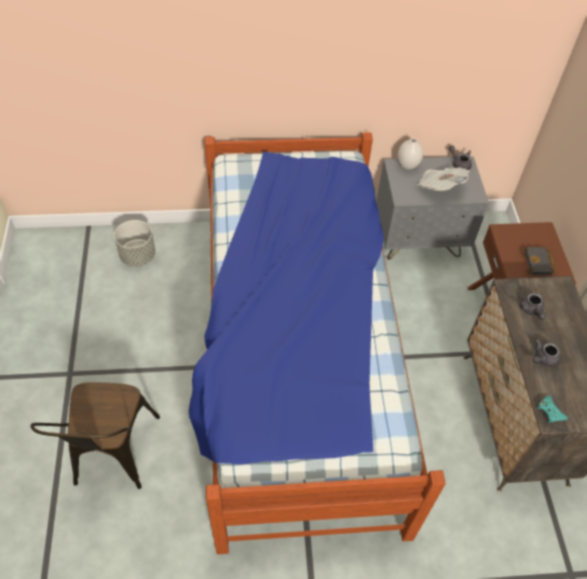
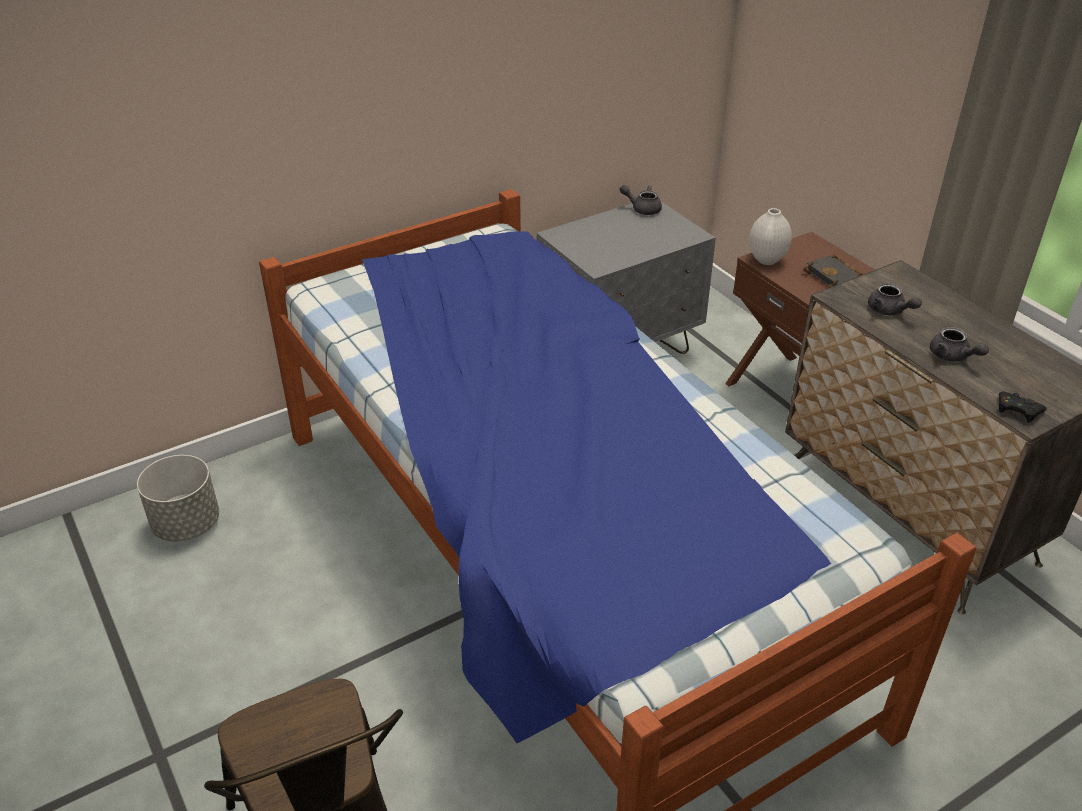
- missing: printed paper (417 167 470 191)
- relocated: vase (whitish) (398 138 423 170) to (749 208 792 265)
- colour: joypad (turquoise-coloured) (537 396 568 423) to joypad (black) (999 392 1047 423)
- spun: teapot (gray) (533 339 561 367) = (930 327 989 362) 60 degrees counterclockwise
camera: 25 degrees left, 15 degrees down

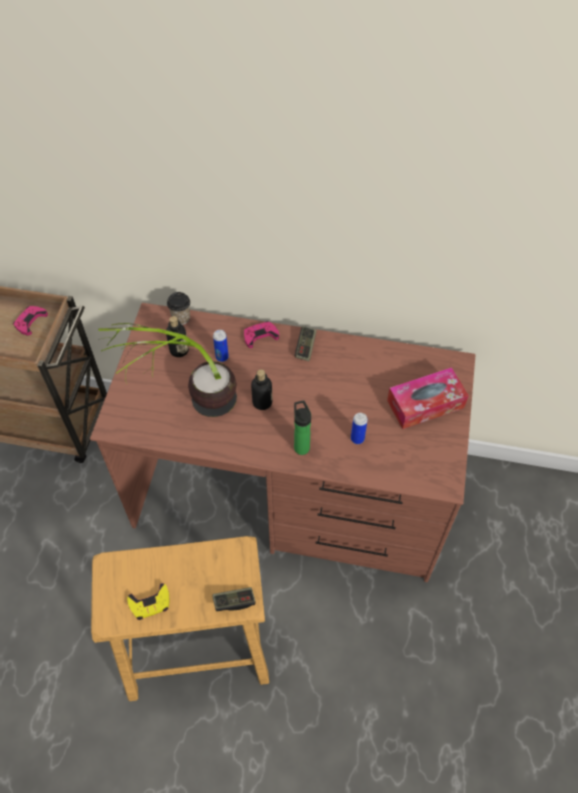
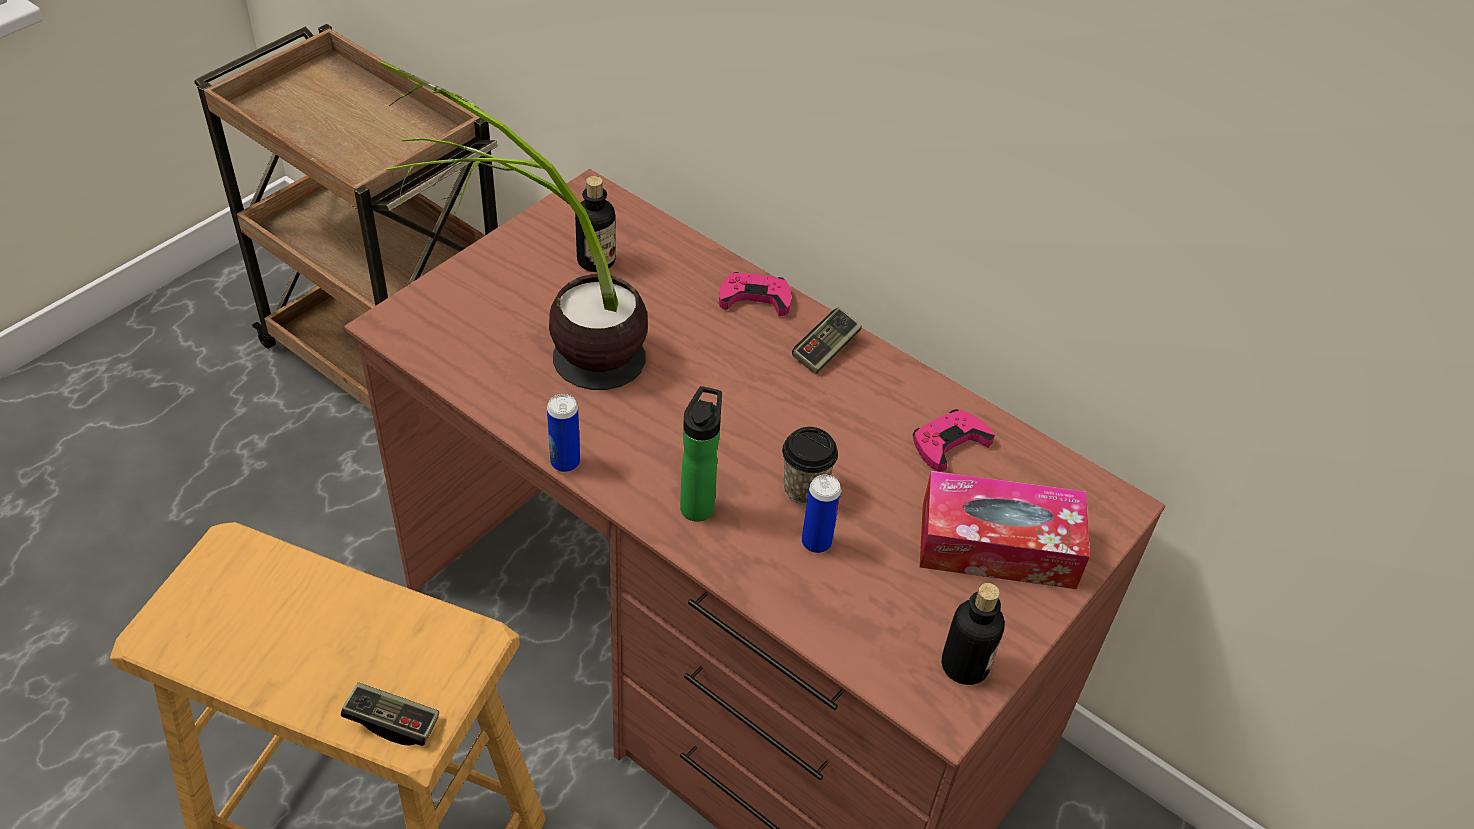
- missing: joypad (yellowish) (127 583 169 620)
- relocated: joypad (pink-coloured) (13 306 48 336) to (913 409 995 471)
- relocated: drinking cup (167 292 190 325) to (782 427 838 505)
- relocated: metal can (213 330 229 362) to (547 394 580 472)
- relocated: drink bottle (251 369 273 410) to (942 583 1005 685)
camera: 25 degrees right, 10 degrees down

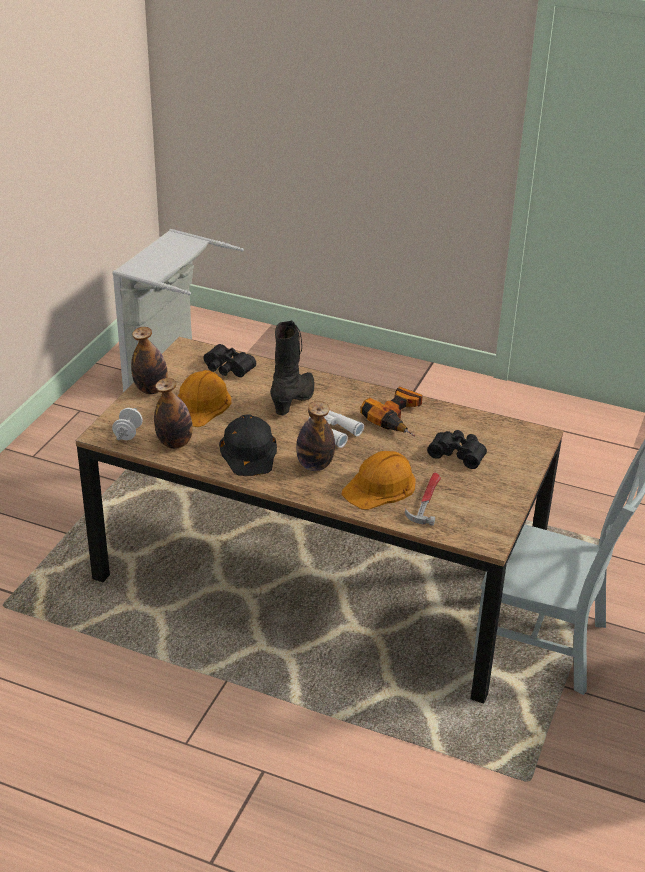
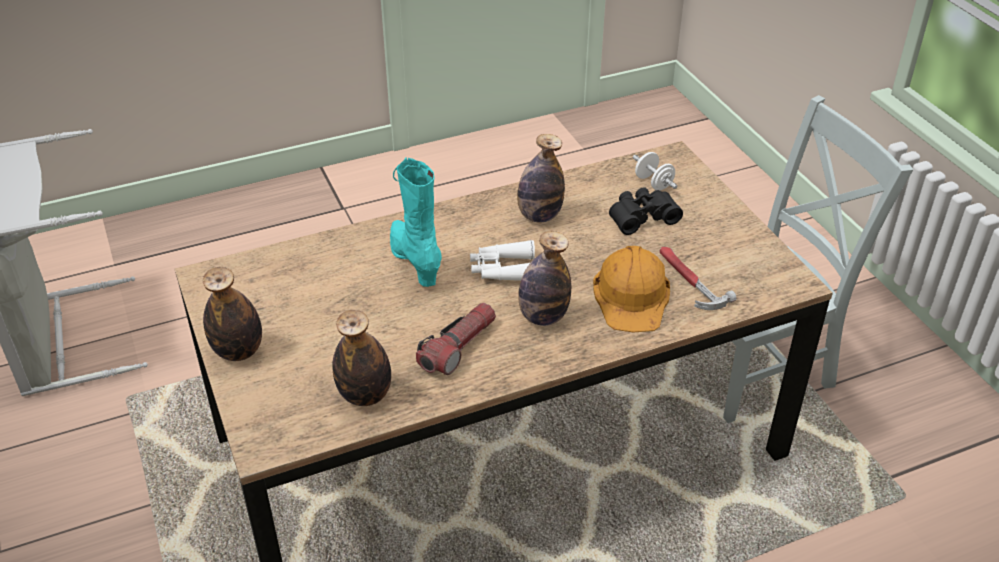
- missing: safety helmet (orange-coloured) (178 370 231 427)
- missing: field glasses (black) (203 344 256 377)
- relocated: hand weight (whitish) (112 408 143 440) to (633 152 677 190)
- exchanged: safety helmet (black) (219 414 277 476) to flashlight (416 303 496 375)
- exchanged: drill (360 386 422 436) to drink bottle (517 134 565 222)
- colour: high-top boot (black) (270 320 314 416) to high-top boot (turquoise-coloured) (390 157 442 287)
camera: 45 degrees left, 5 degrees up

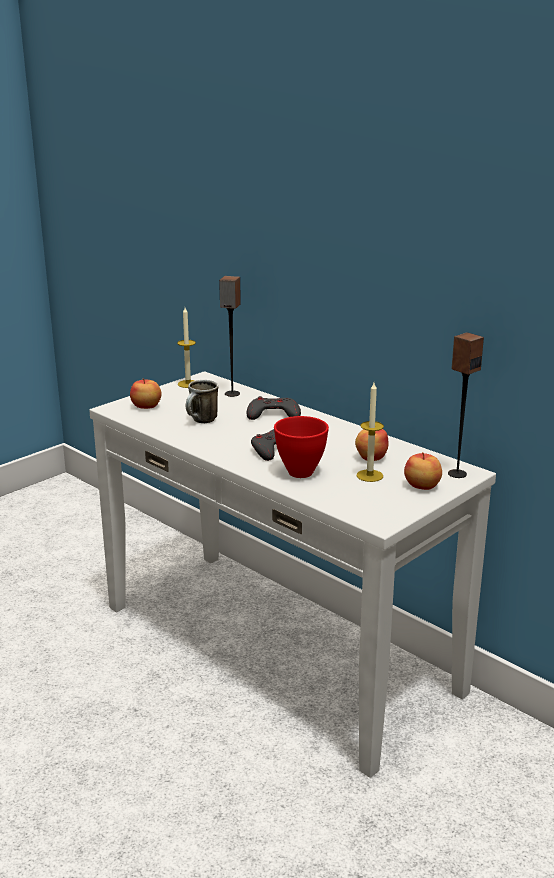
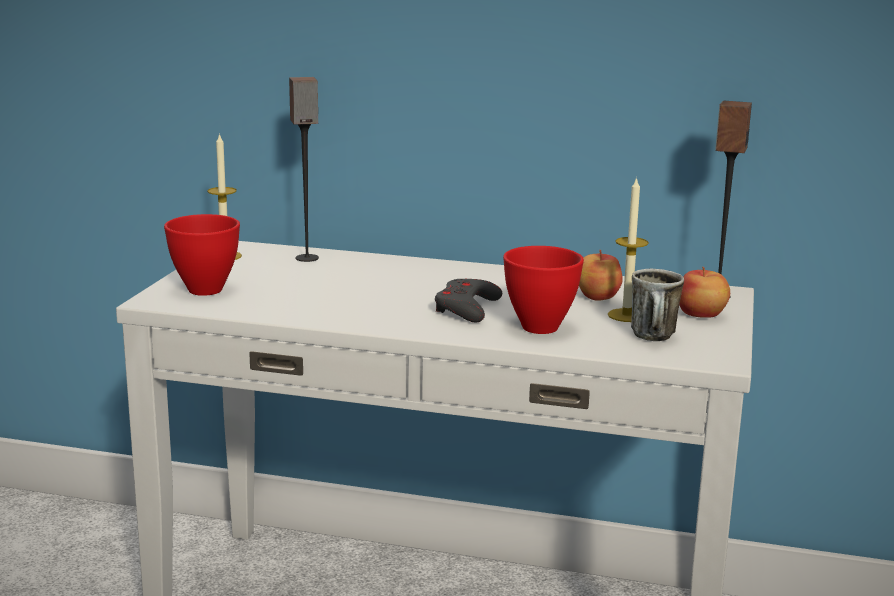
- missing: joypad (gray) (247 396 301 420)
- relocated: coffee mug (186 380 218 423) to (631 269 684 341)
- exchanged: whole apple (130 378 162 409) to deep dish (red-coloured) (164 214 240 296)
camera: 30 degrees left, 5 degrees down

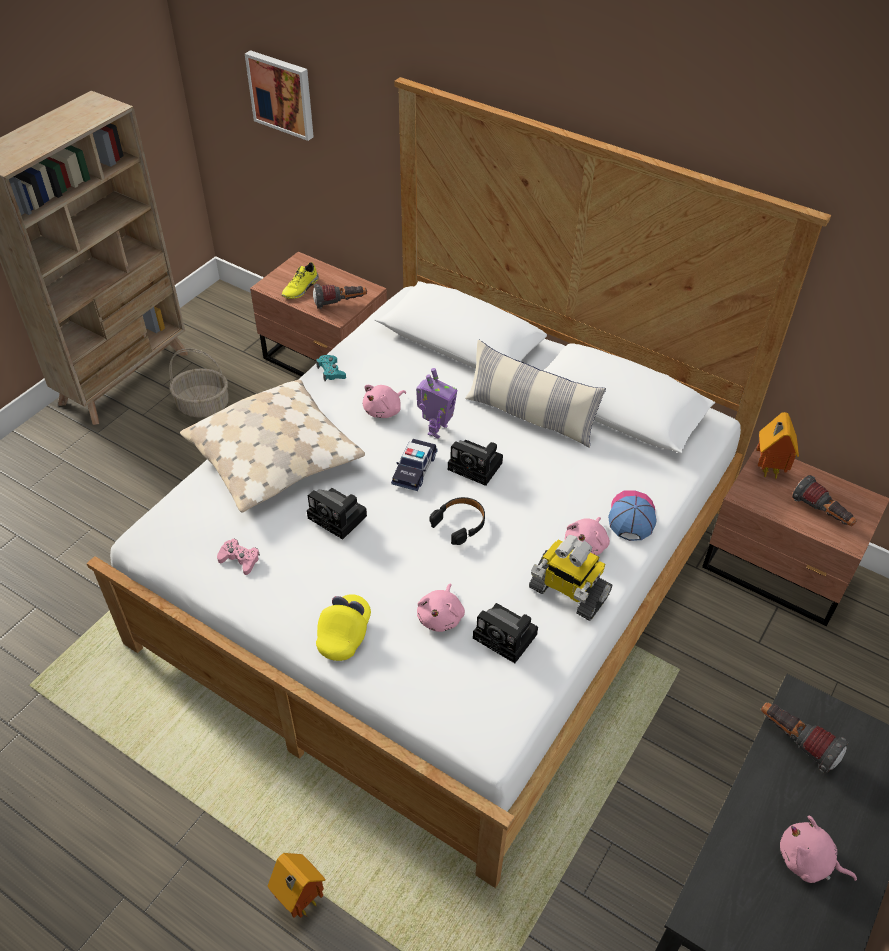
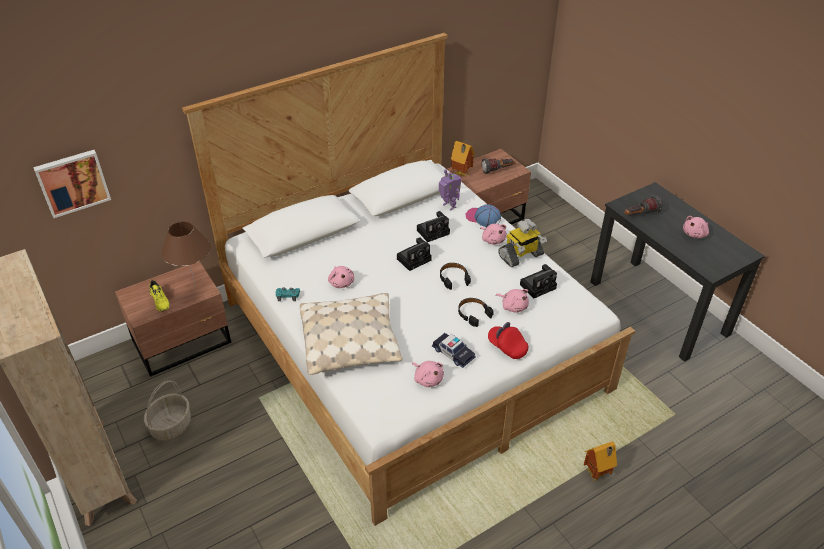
- missing: cushion (465 339 606 448)
- appeared: headset (black) (458 298 494 327)
- relocated: still camera (307 488 367 540) to (417 211 450 242)
- relocated: miniature car (391 439 438 491) to (432 333 475 368)
- relocated: model robot (416 368 457 439) to (439 169 462 210)
- exchanged: joypad (pink-coloured) (217 539 260 575) to cuddly toy (pink-coloured) (412 361 444 387)
- exchanged: flashlight (313 284 367 309) to tabletop lamp (brownish) (161 221 211 286)
- colour: cap (yellowish) (316 594 371 661) to cap (red-coloured) (488 322 528 359)
camera: 65 degrees left, 5 degrees down

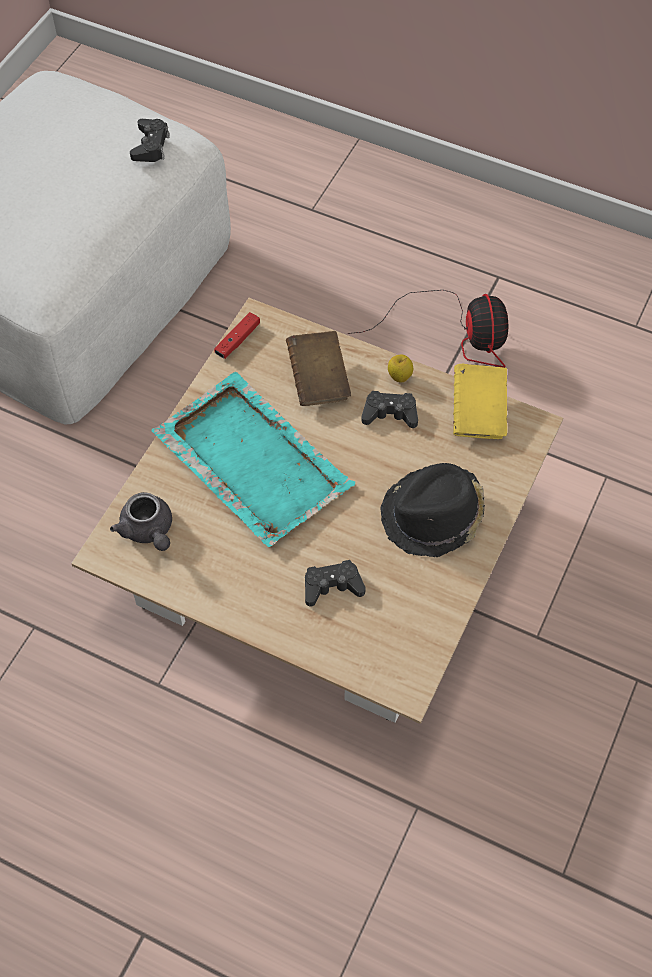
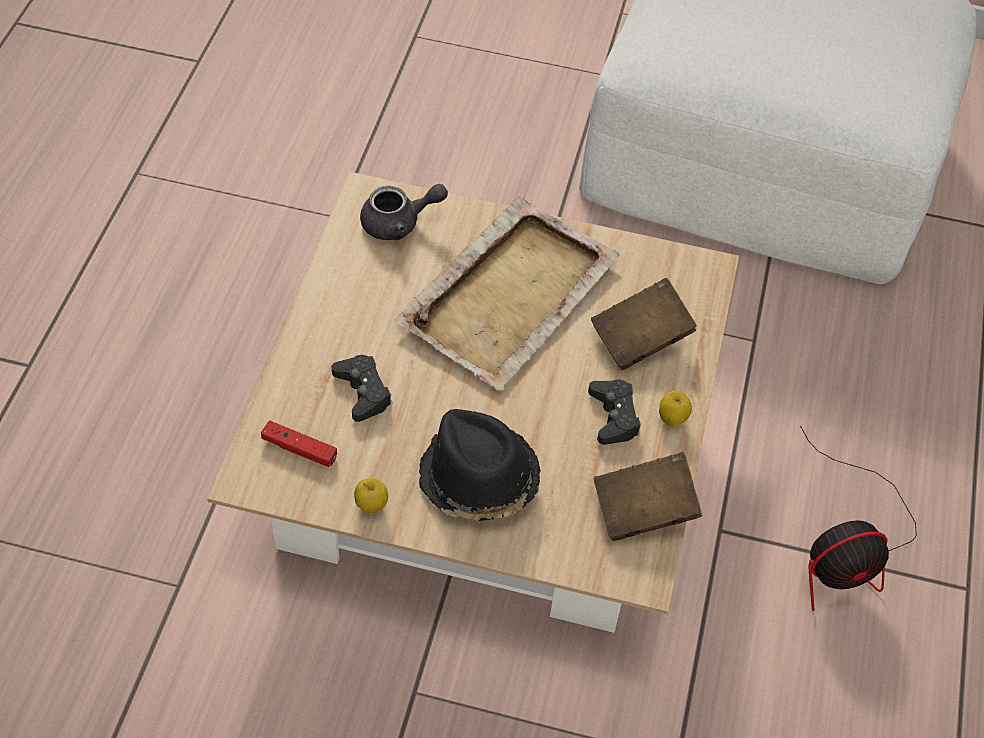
- missing: joypad (black) (130 119 170 162)
- appeared: whole apple (354 478 388 513)
- relocated: joypad (red-coloured) (214 312 260 359) to (261 421 337 467)
- colour: tray (turquoise-coloured) (151 372 355 547) to tray (beige-coloured) (394 196 620 391)
- colour: volume (yellowish) (453 364 507 439) to volume (brownish) (594 452 702 541)
- spun: teapot (gray) (110 492 172 551) = (360 184 448 240) 150 degrees counterclockwise
camera: 75 degrees right, 5 degrees down

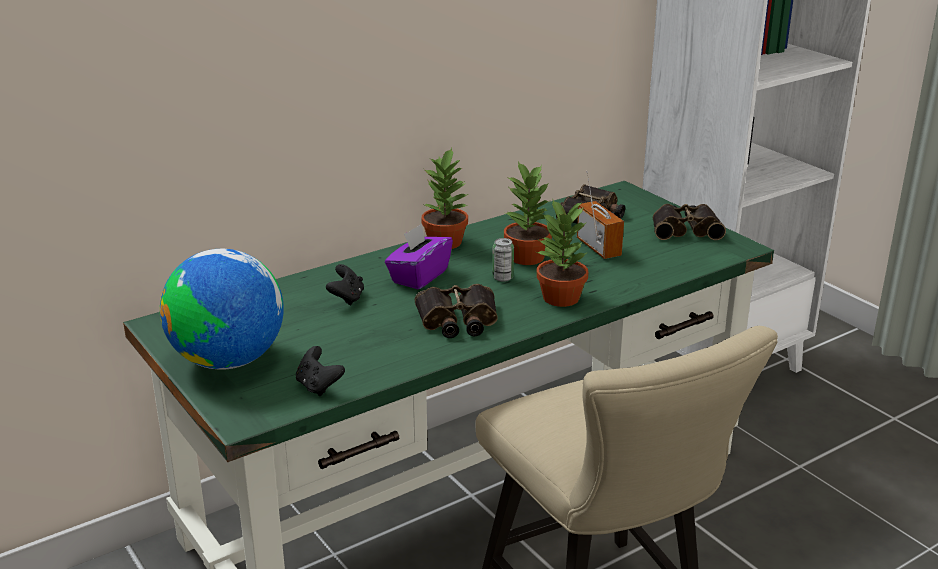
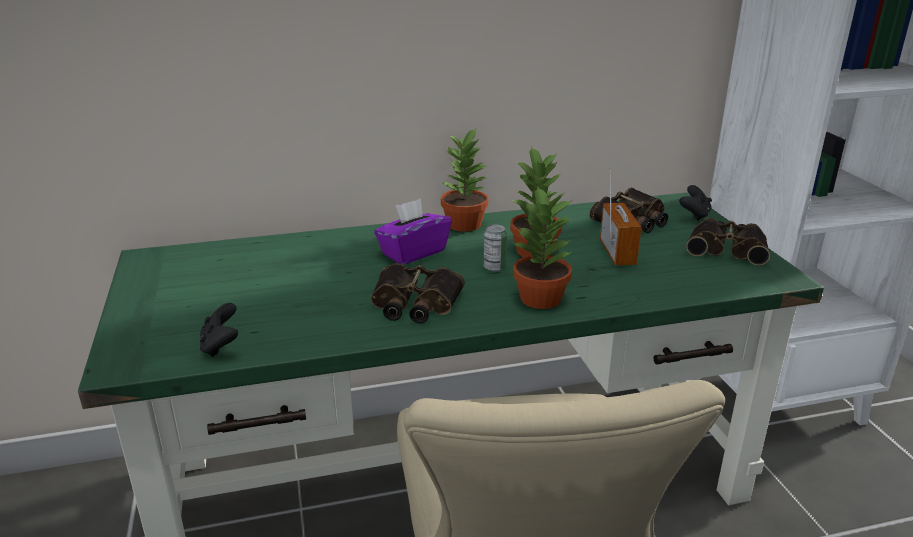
- missing: globe (160 249 284 370)
- relocated: joypad (black) (326 264 364 306) to (679 185 712 221)
camera: 20 degrees right, 0 degrees up

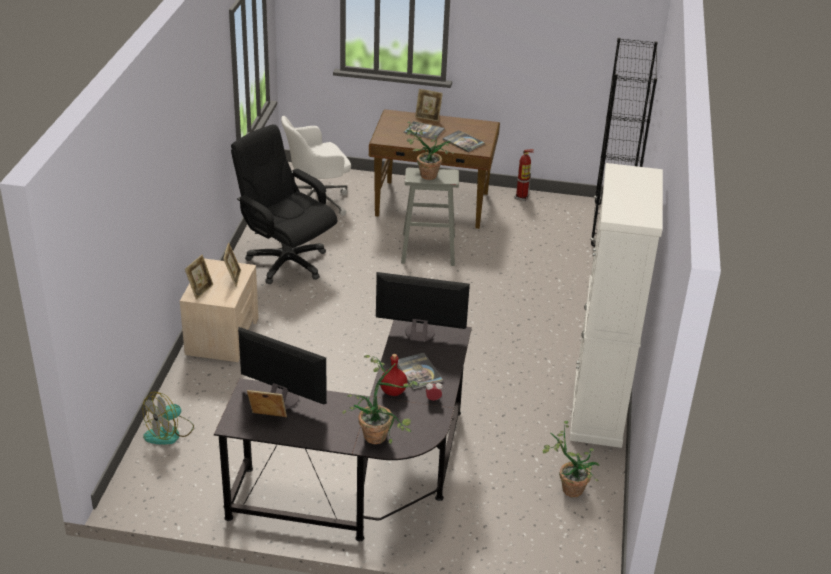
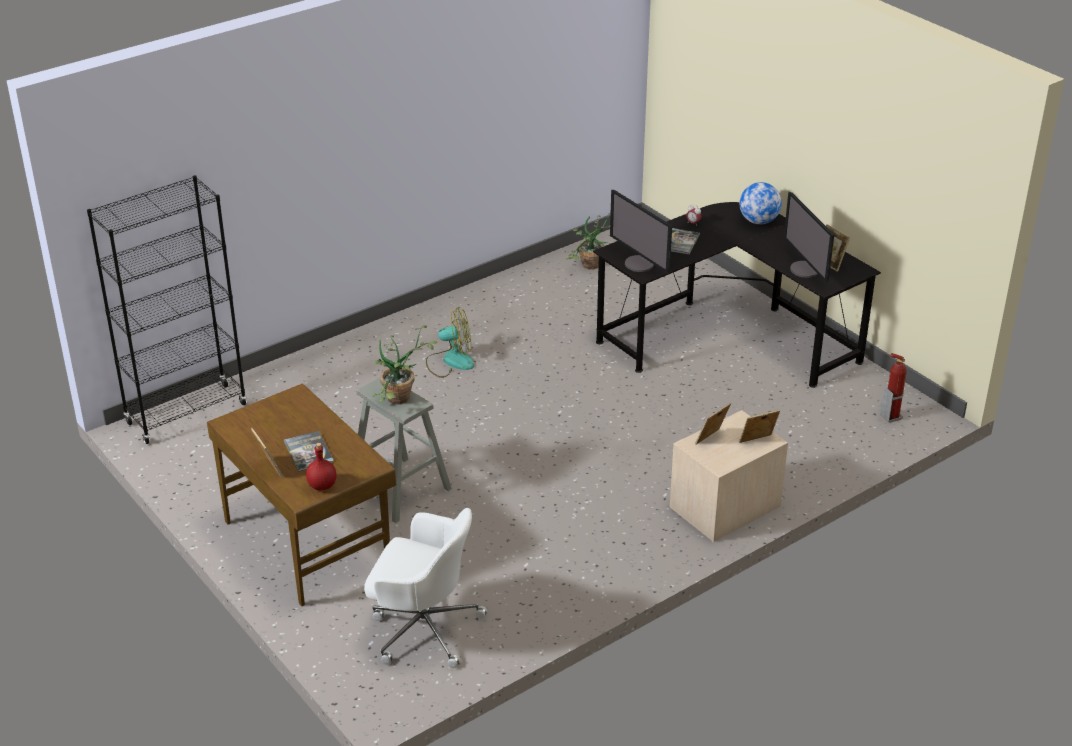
- missing: computer chair (black) (231 125 337 284)
- missing: volume (443 130 485 152)
- missing: cupboard (whitish) (569 163 663 448)
- relocated: cooling fan (142 392 194 445) to (426 308 474 378)
- relocated: drink bottle (red-coloured) (380 354 407 396) to (306 443 337 491)
- relocated: fire extinguisher (514 149 534 201) to (880 353 907 423)
- exchanged: houseplant (343 355 419 444) to globe (740 182 782 224)
camera: 135 degrees left, 0 degrees up

